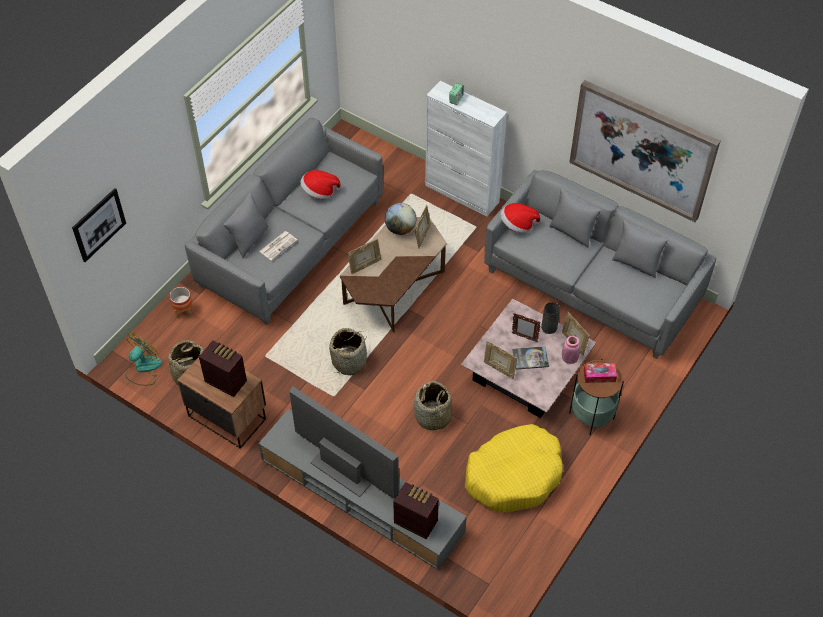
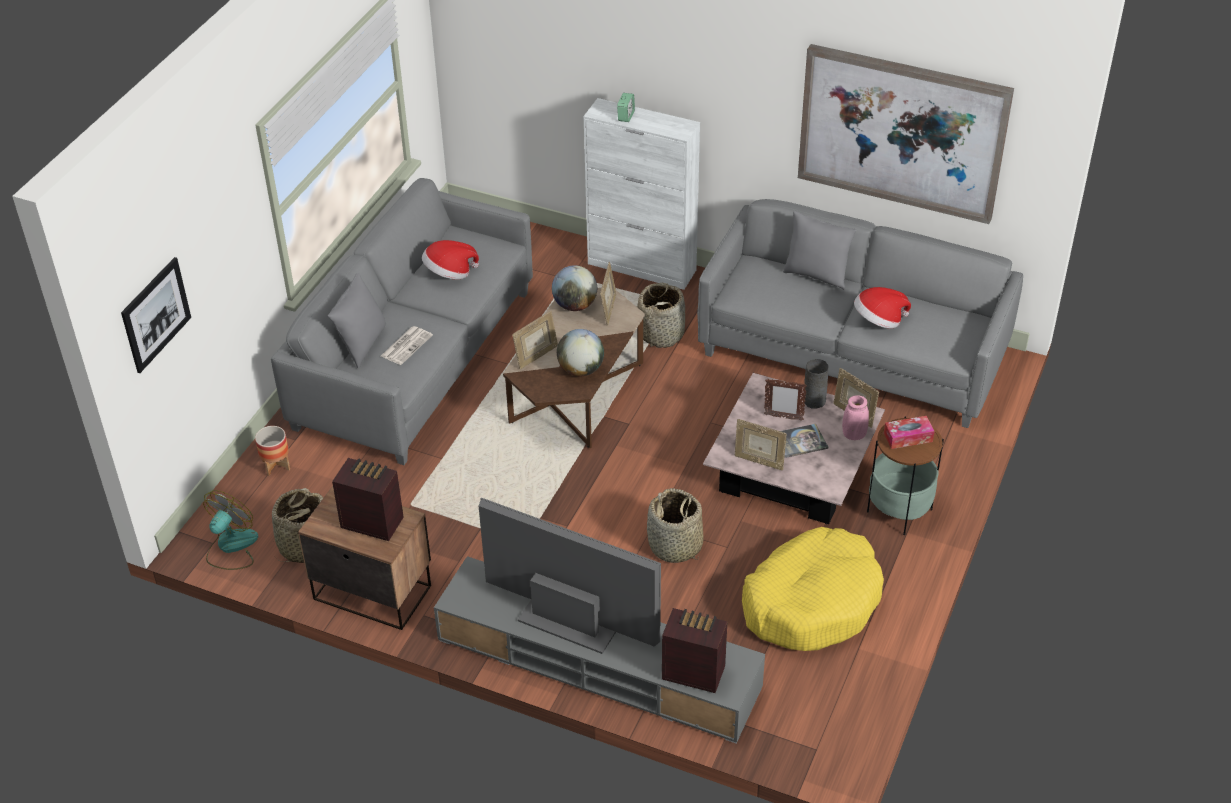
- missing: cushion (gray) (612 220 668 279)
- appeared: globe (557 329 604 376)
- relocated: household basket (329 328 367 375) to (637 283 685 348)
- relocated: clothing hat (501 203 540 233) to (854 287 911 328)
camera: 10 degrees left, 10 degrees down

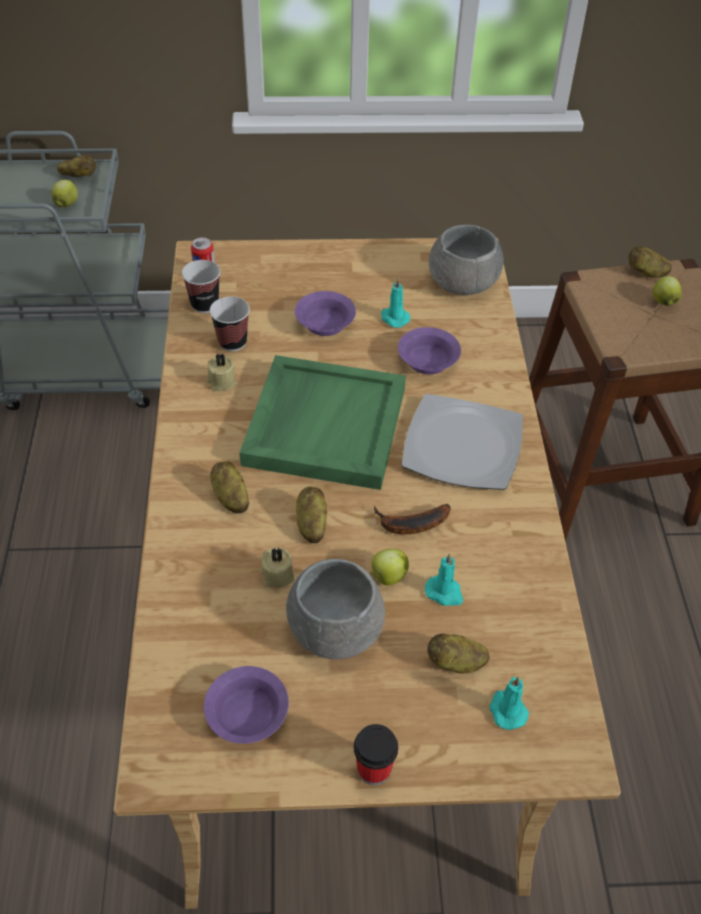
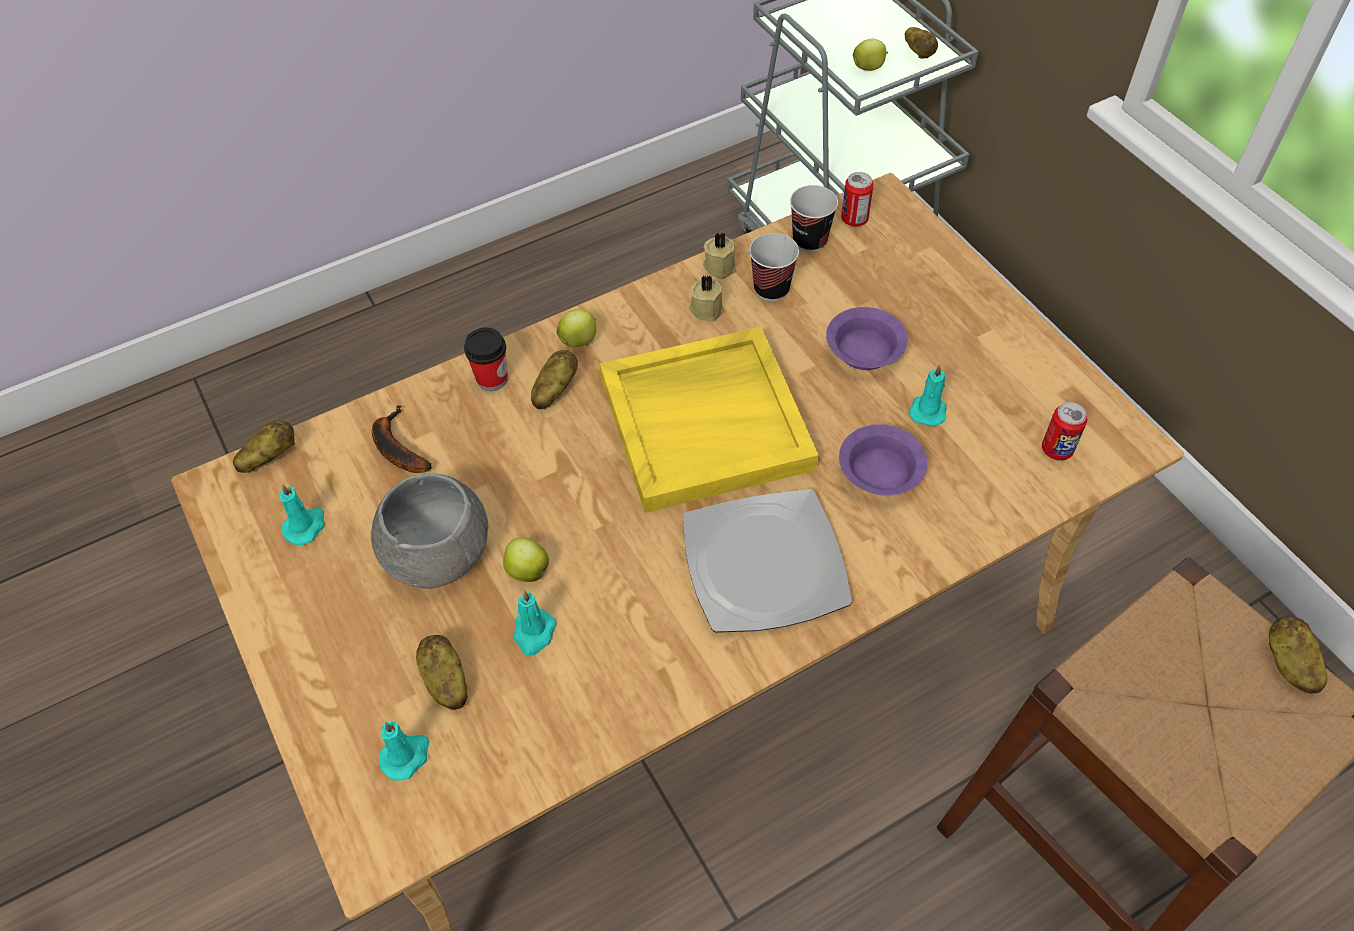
- relocated: wax candle (beige-coloured) (260 547 294 588) to (703 232 736 279)
- relocated: whole potato (296 487 327 543) to (233 421 295 473)
- relocated: drinking cup (354 724 398 785) to (464 327 508 391)
- relocated: banana (374 504 451 534) to (372 405 432 473)
- relocated: whole apple (653 276 682 306) to (557 309 596 347)
- exchanged: deep dish (purple) (204 666 289 744) to wax candle (turquoise-coloured) (279 484 325 545)
- exchanged: deep dish (gray) (429 225 504 295) to metal can (1042 402 1087 461)
- colour: tray (green-coloured) (239 355 406 490) to tray (yellowish) (600 327 819 513)
camera: 65 degrees right, 5 degrees up

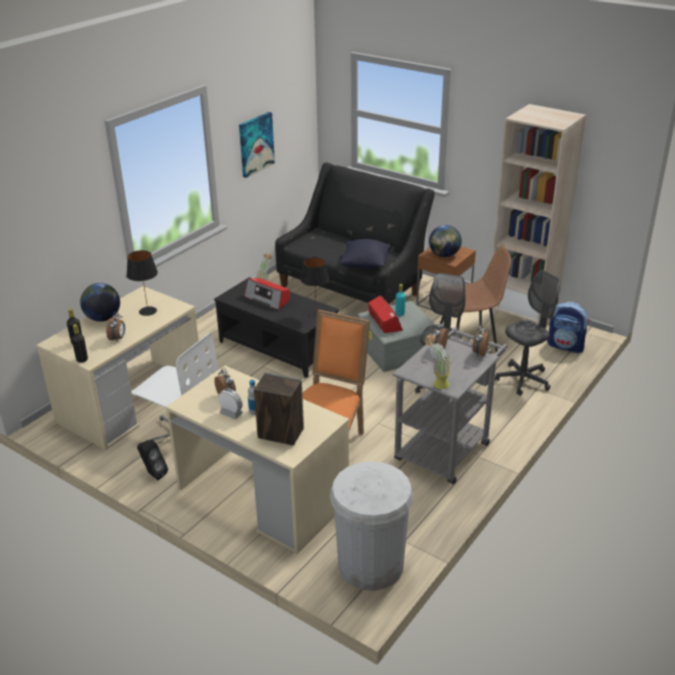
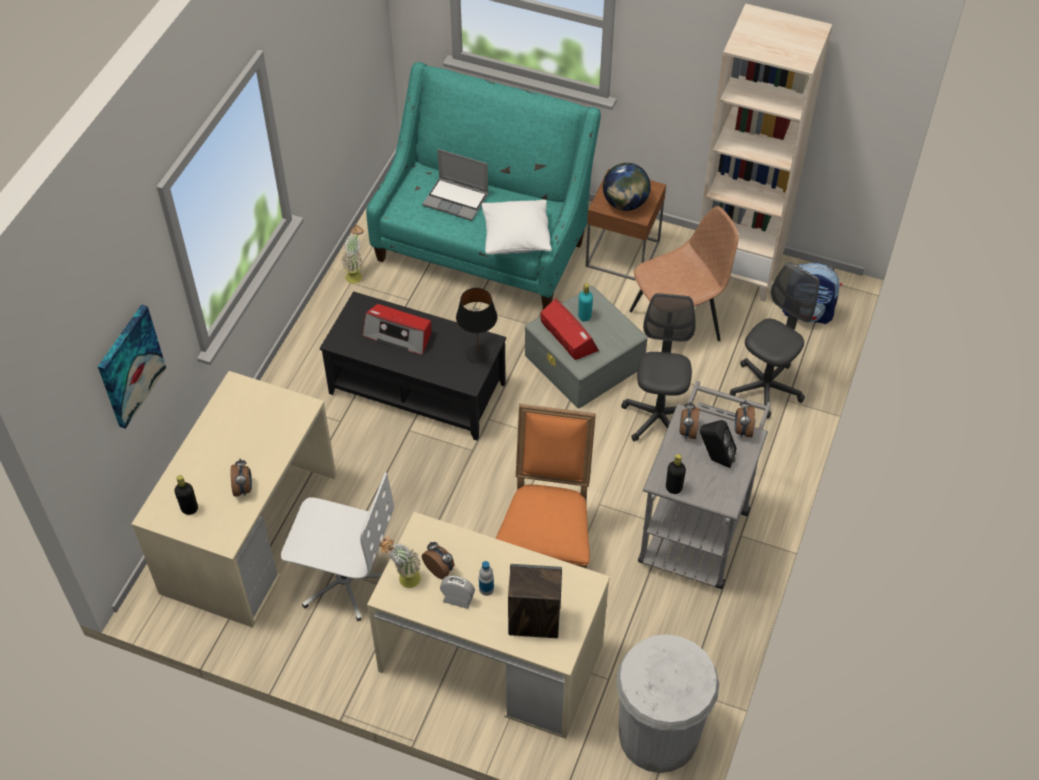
- missing: globe (80 283 120 322)
- missing: tabletop lamp (black) (126 250 158 316)
- appeared: portable computer (423 149 489 221)
- relocated: drink bottle (black) (72 324 88 363) to (666 454 686 494)
- relocated: loudspeaker (black) (137 440 168 480) to (700 420 737 468)
- relocated: picture (239 112 275 178) to (98 305 166 429)
- relocated: houseplant (424 334 452 389) to (379 536 421 588)
- colour: couch (black) (275 162 435 304) to couch (turquoise-coloured) (366 62 601 309)
- colour: cushion (black) (340 239 391 270) to cushion (whitish) (482 200 552 255)
camera: 15 degrees left, 20 degrees up

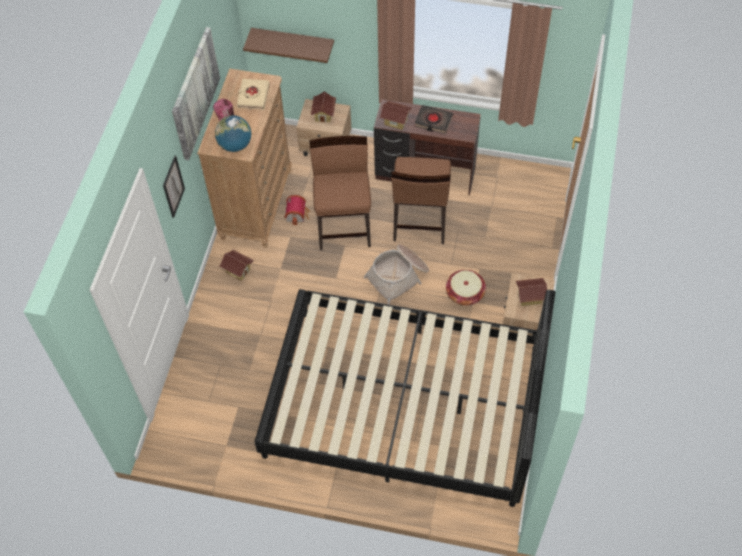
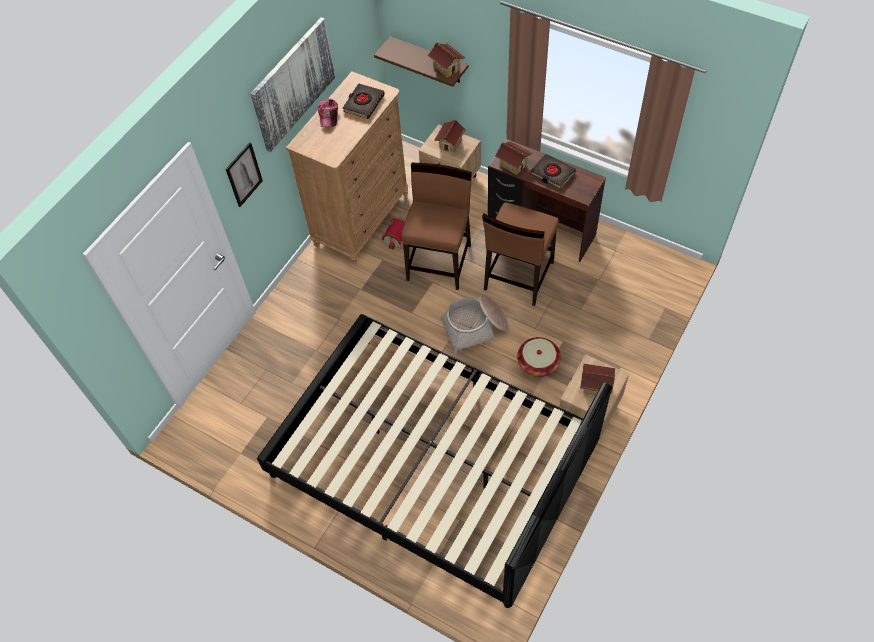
- missing: globe (215 115 251 152)
- relocated: miniature house (219 250 254 281) to (427 42 465 77)
- colour: volume (beige-coloured) (237 79 270 110) to volume (black) (343 83 385 119)
camera: 20 degrees right, 0 degrees up

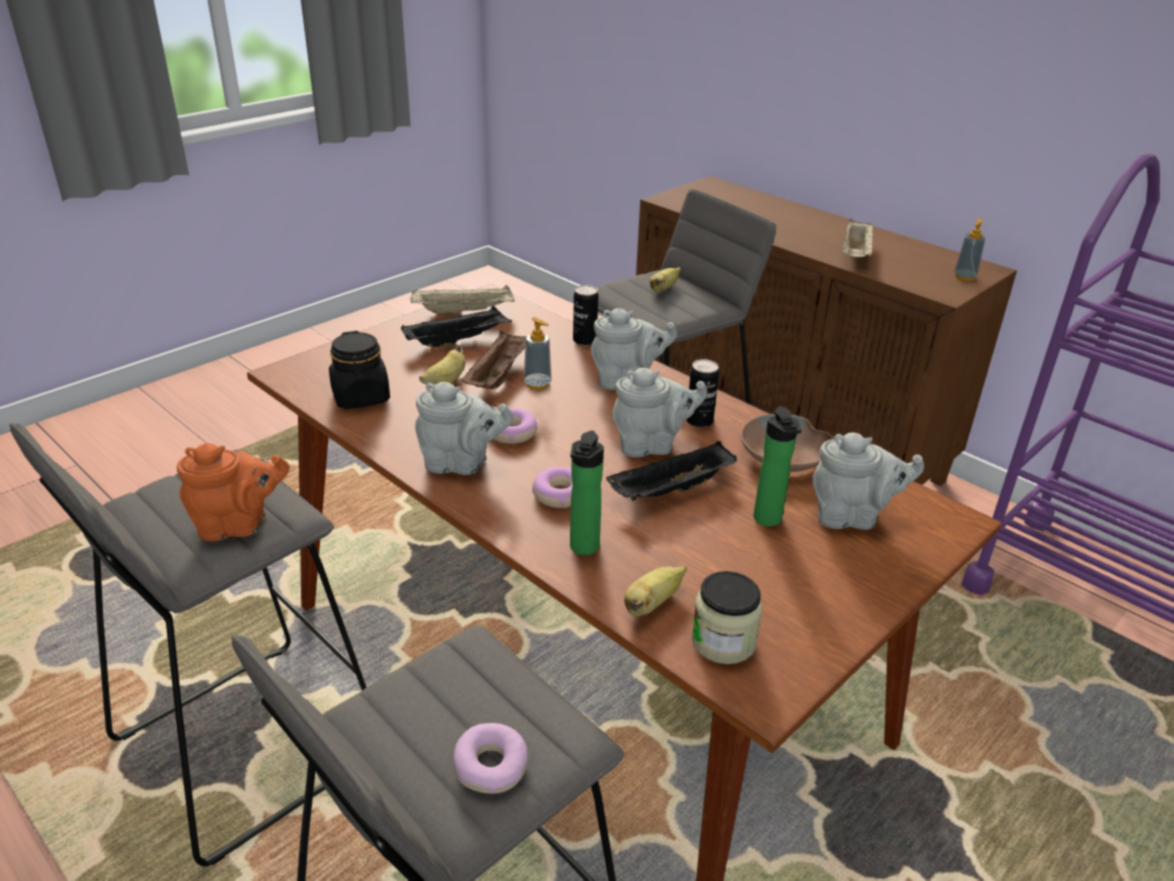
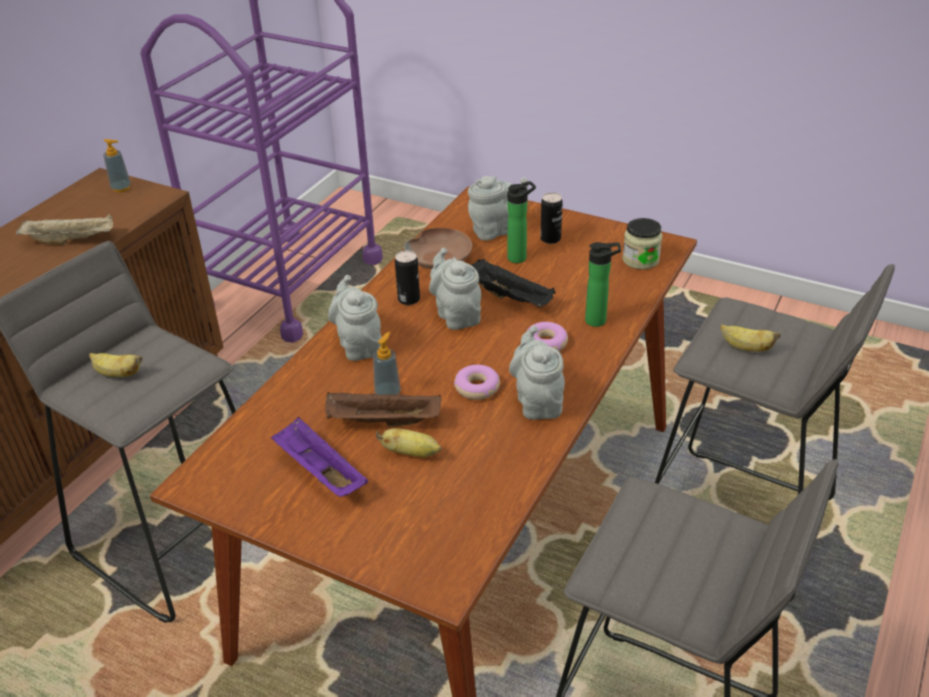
- missing: teapot (orange-coloured) (177 443 290 541)
- missing: jar (black) (329 331 390 409)
- missing: tray (beige-coloured) (411 285 515 317)
- missing: ring doughnut (453 723 528 794)
- relocated: metal can (573 285 598 346) to (540 192 563 244)
- relocated: banana (624 565 687 617) to (720 325 780 352)
- colour: tray (black) (401 306 512 348) to tray (purple) (271 417 368 497)
- spun: teapot (gray) (812 433 924 530) = (468 176 528 240) 75 degrees clockwise
camera: 105 degrees left, 5 degrees up

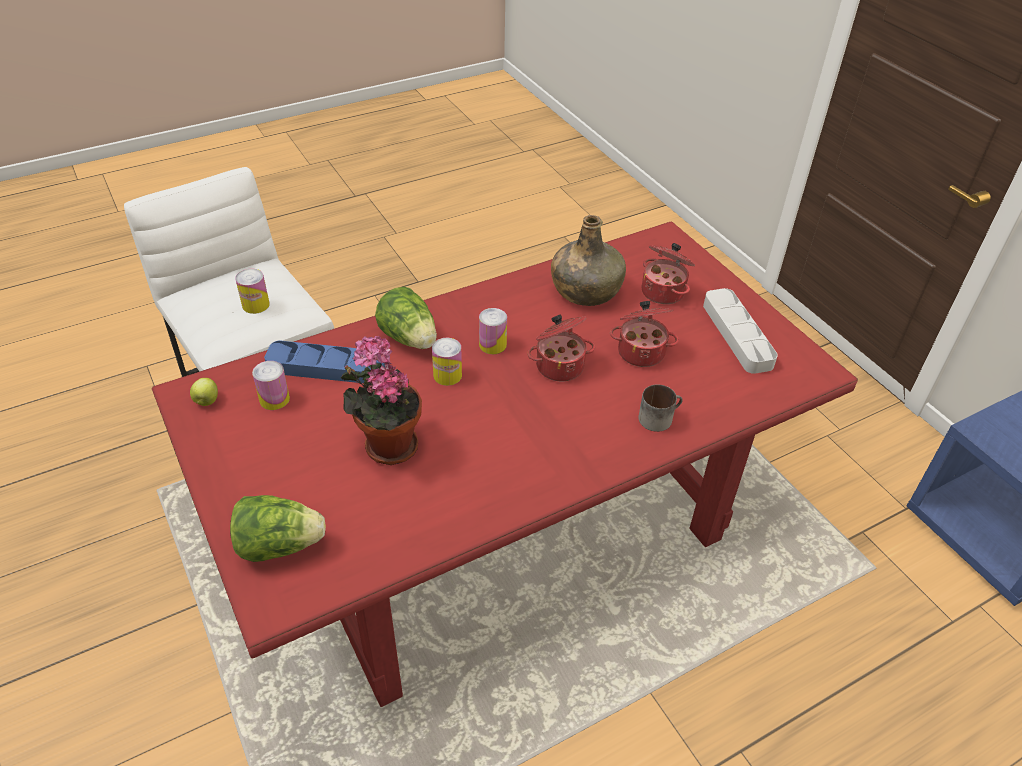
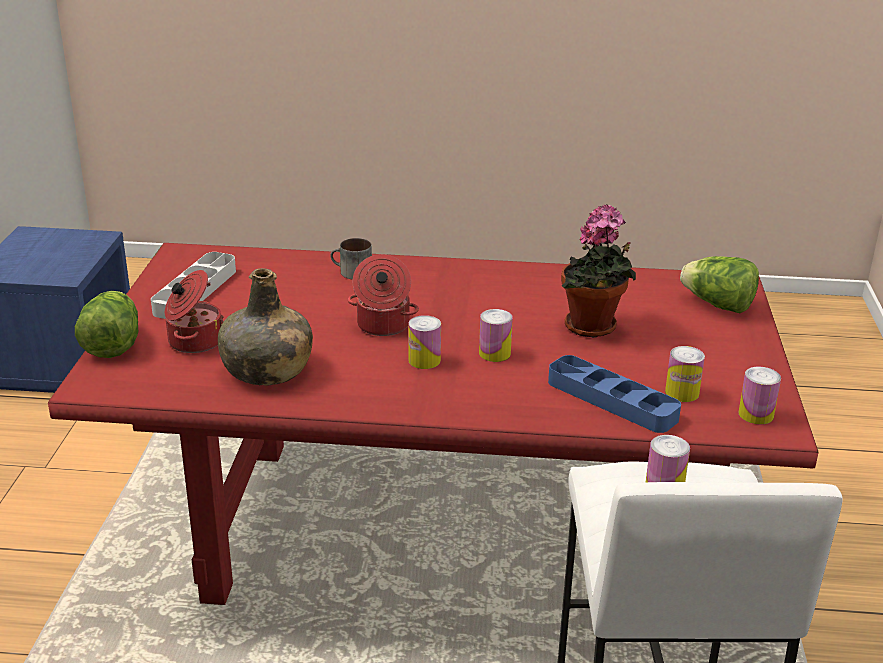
- missing: saucepot (610 301 679 367)
- relocated: head of lettuce (375 287 437 349) to (75 291 138 358)
- exchanged: whole apple (190 378 218 406) to metal can (739 366 781 424)
camera: 145 degrees left, 15 degrees down

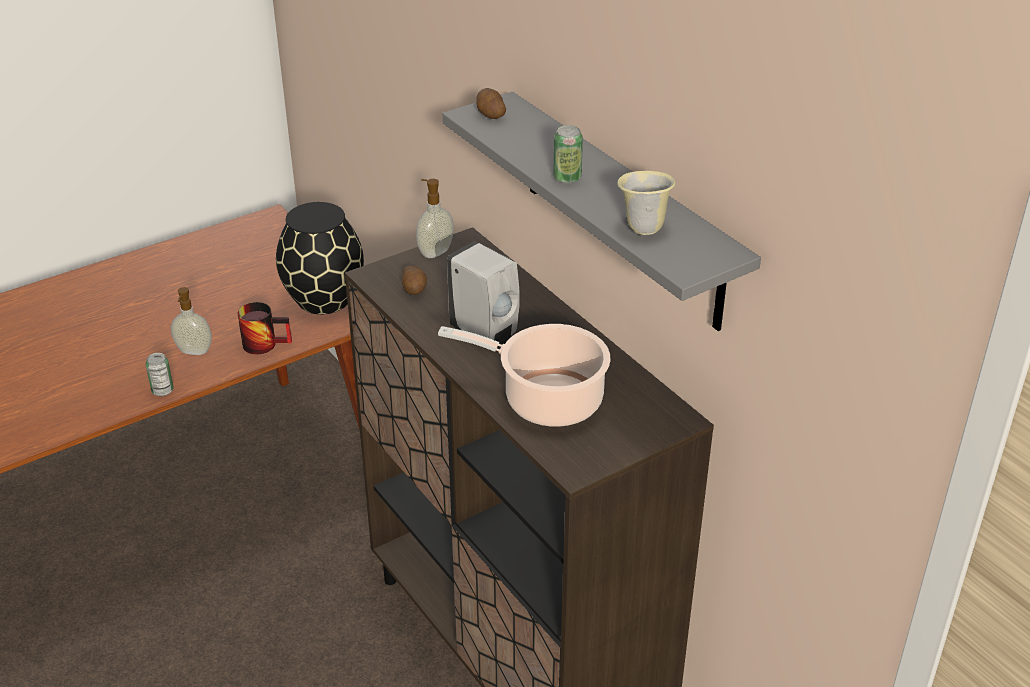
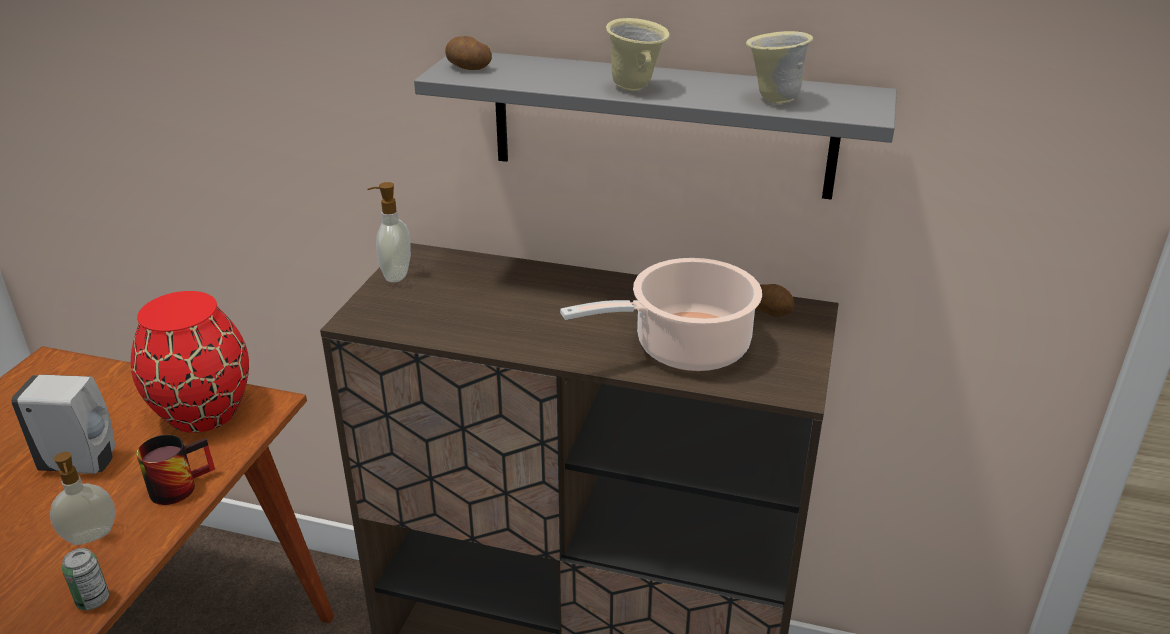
- relocated: whole potato (402 265 427 295) to (756 284 794 316)
- relocated: soap dispenser (whitish) (447 241 520 348) to (11 374 115 474)
- exchanged: metal can (553 125 583 183) to coffee mug (beige-coloured) (606 18 670 91)
- colour: vase (black) (276 202 364 315) to vase (red-coloured) (131 291 249 433)
camera: 40 degrees left, 5 degrees down

